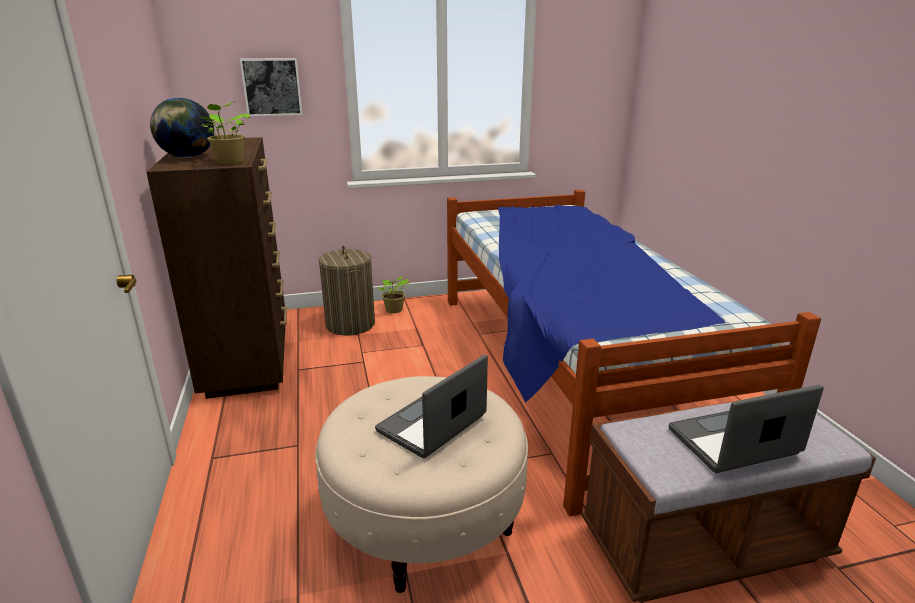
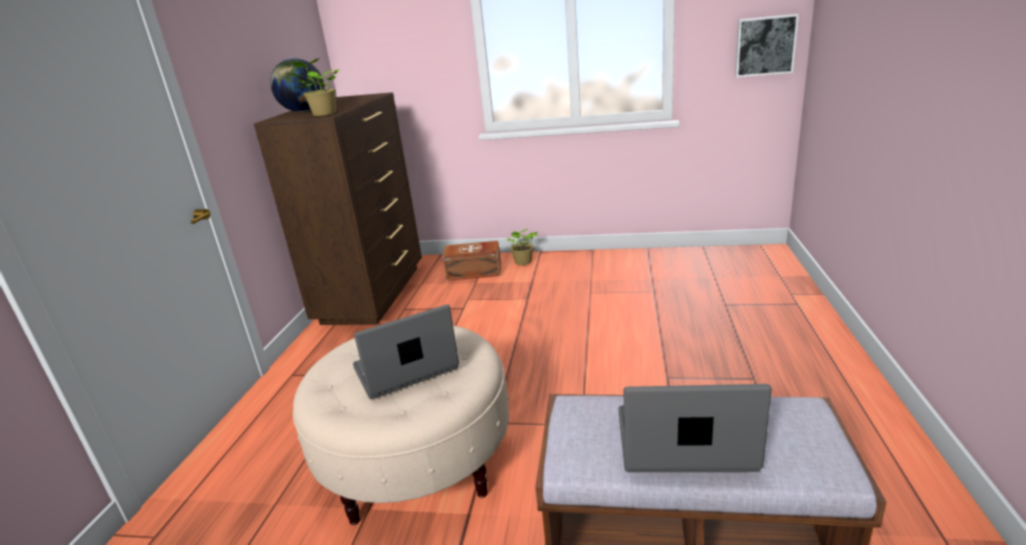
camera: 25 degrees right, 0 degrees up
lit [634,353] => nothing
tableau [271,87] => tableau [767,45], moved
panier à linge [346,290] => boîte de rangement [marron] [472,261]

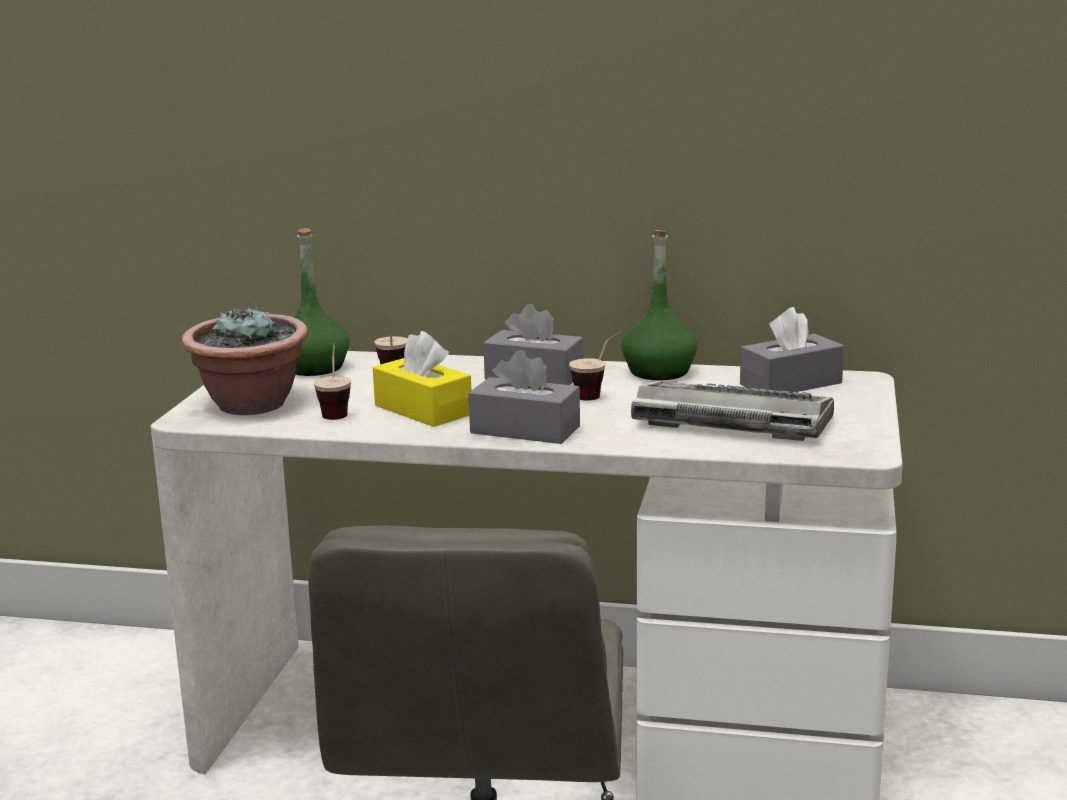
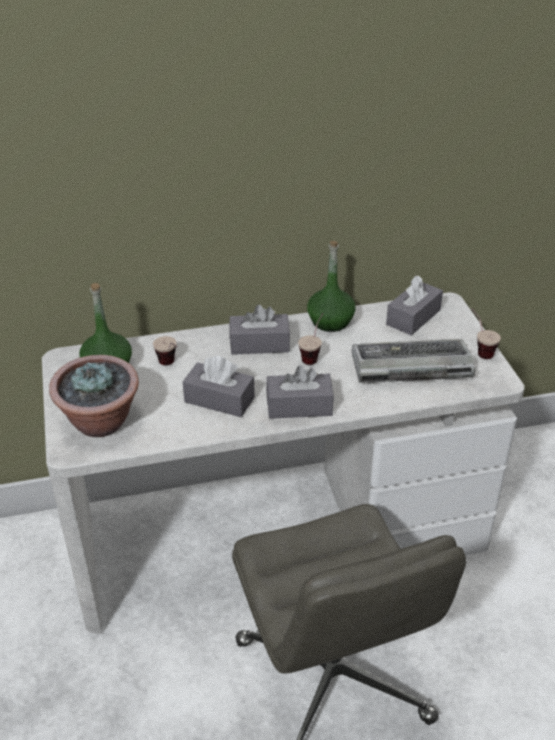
camera: 25 degrees left, 20 degrees up
tasse [332,381] => tasse [486,333], moved
boîte à mouchoirs [jaune] [422,379] => boîte à mouchoirs [gris] [219,386]

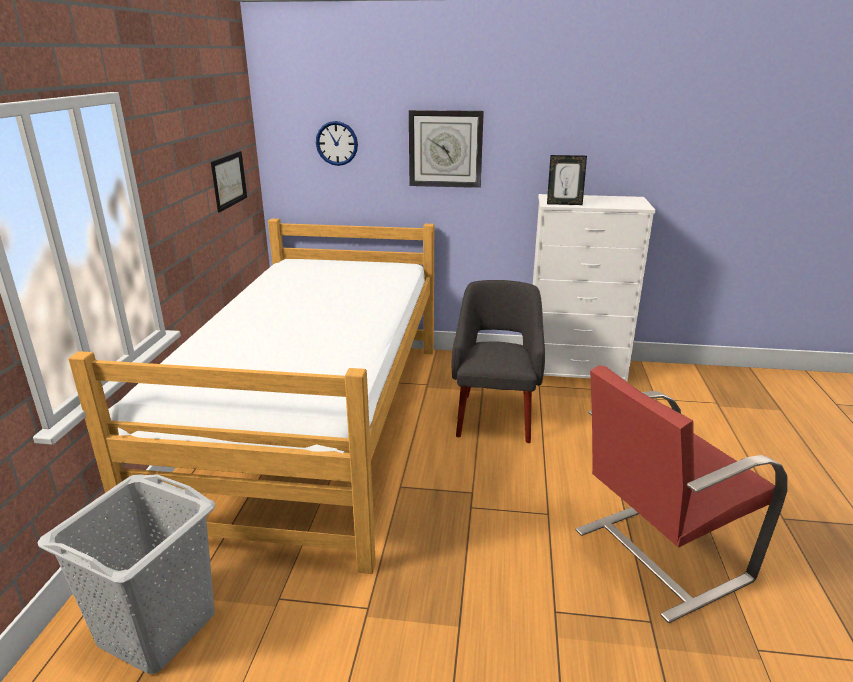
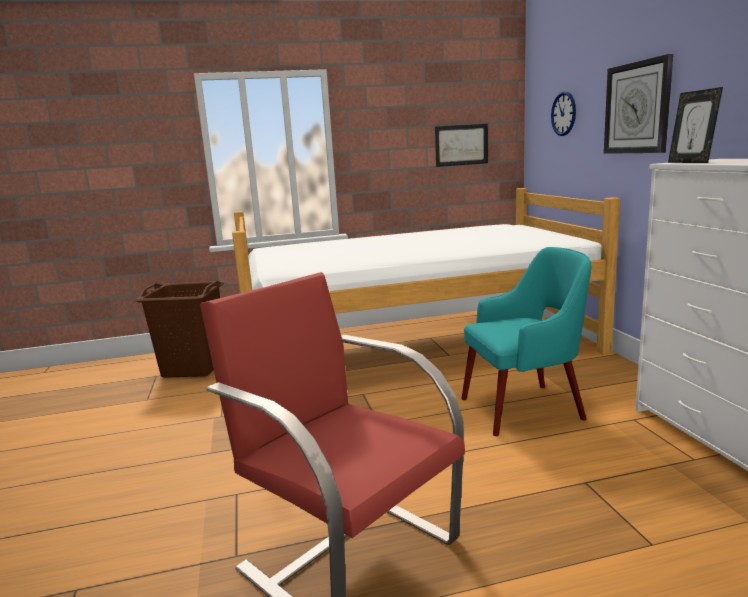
camera: 70 degrees right, 10 degrees down
panier à linge [gris] [126,574] => panier à linge [marron] [179,329]
fauteuil [gris] [498,361] => fauteuil [turquoise] [526,341]

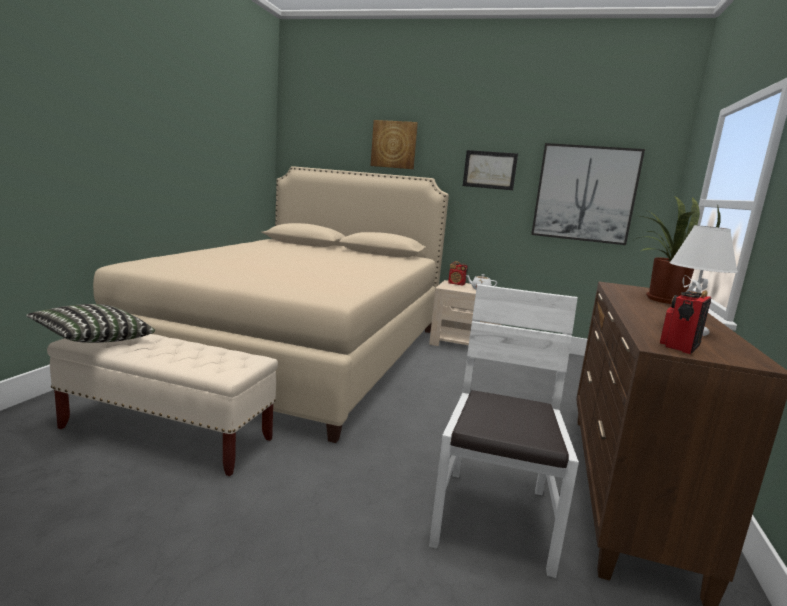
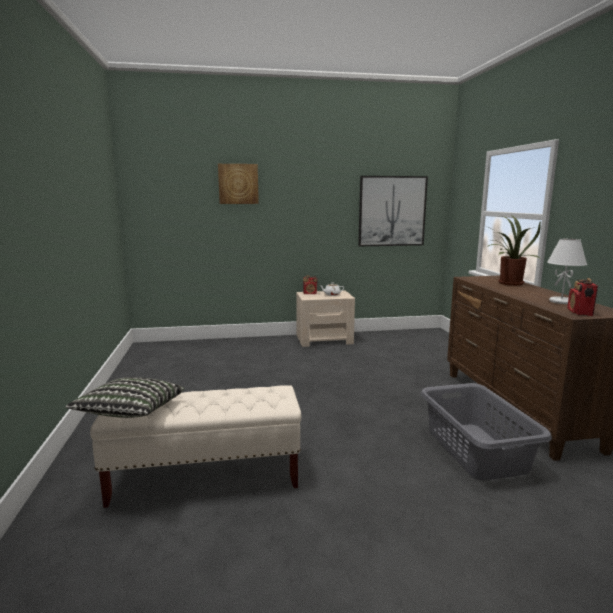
camera: 25 degrees left, 0 degrees up
lit [beige] [271,304] => nothing
tableau [490,170] => nothing
chaise [blanc] [504,431] => panier à linge [gris] [486,432]

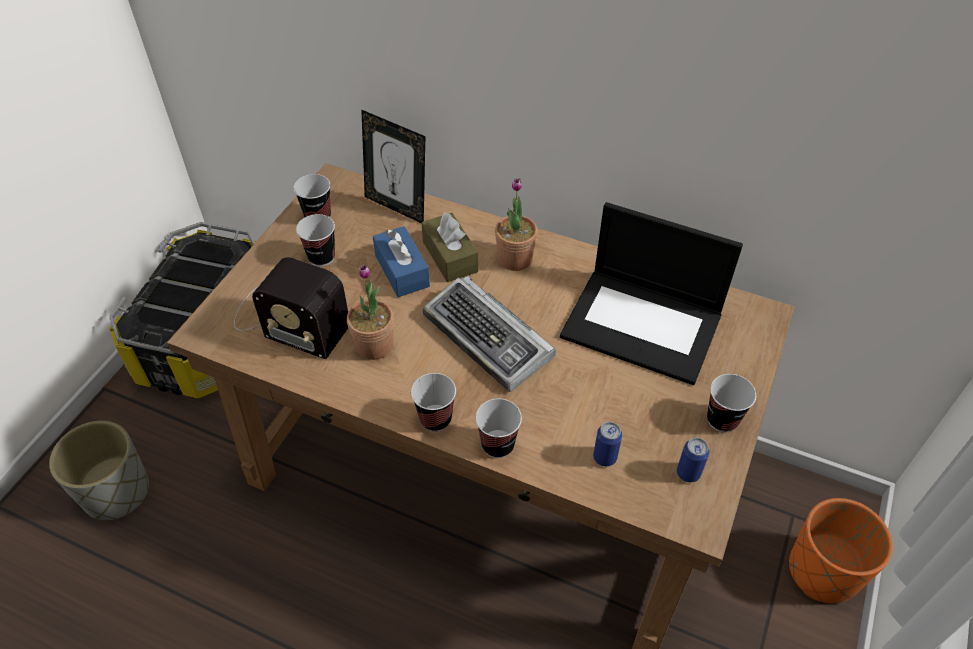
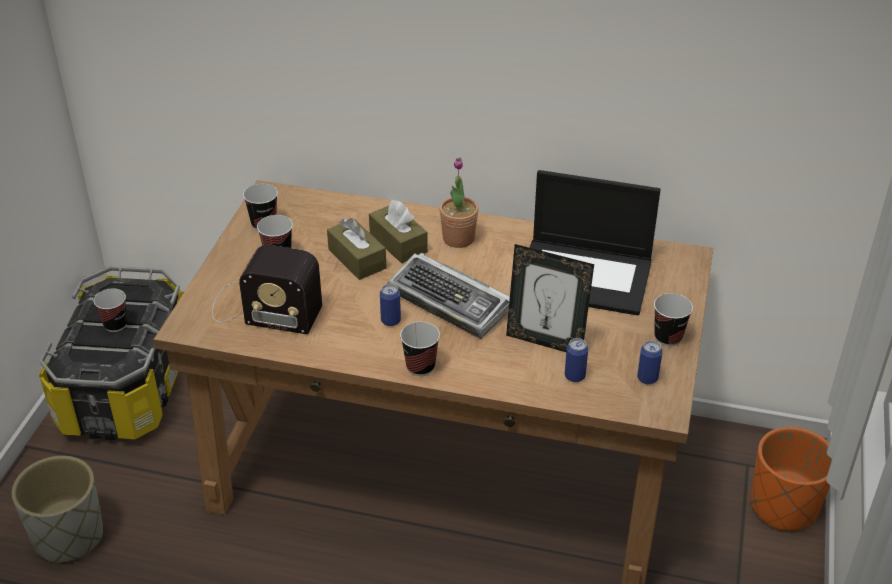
camera: 10 degrees left, 10 degrees down
plante en pot [370,312] => nothing
nothing => boîte métallique [390,305]
cadre photo [393,166] => cadre photo [550,298], moved
tasse [498,428] => tasse [110,310], moved
boîte à mouchoirs [bleu] [401,261] => boîte à mouchoirs [marron] [357,249]

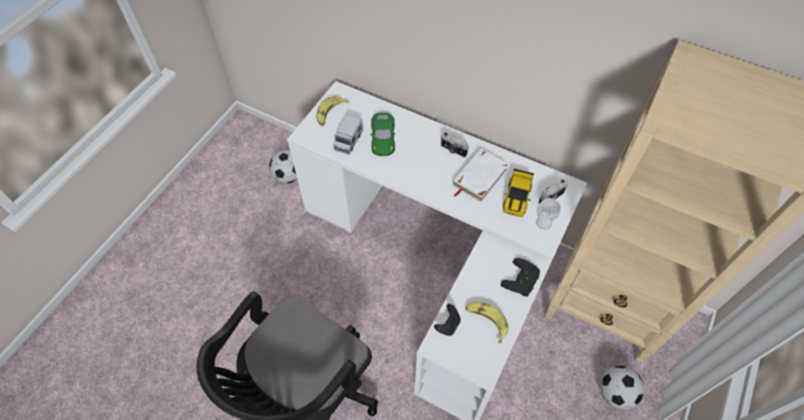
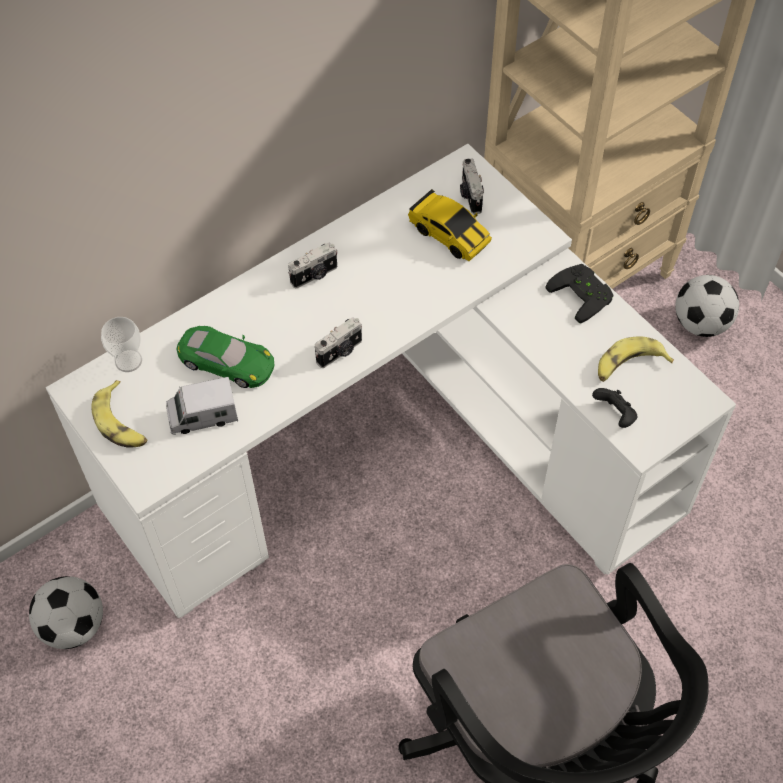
camera: 65 degrees left, 0 degrees up
livre [blanc] [480,176] => nothing
nothing => appareil photo [338,342]
tasse [548,213] => tasse [121,344], moved
camion jouet [348,134] => camion jouet [202,406], 120 degrees clockwise

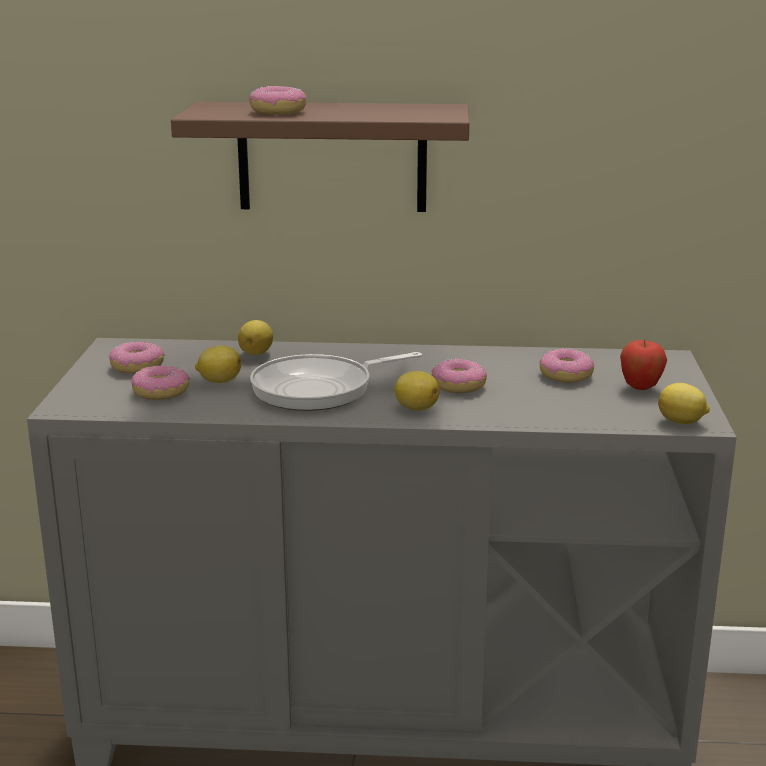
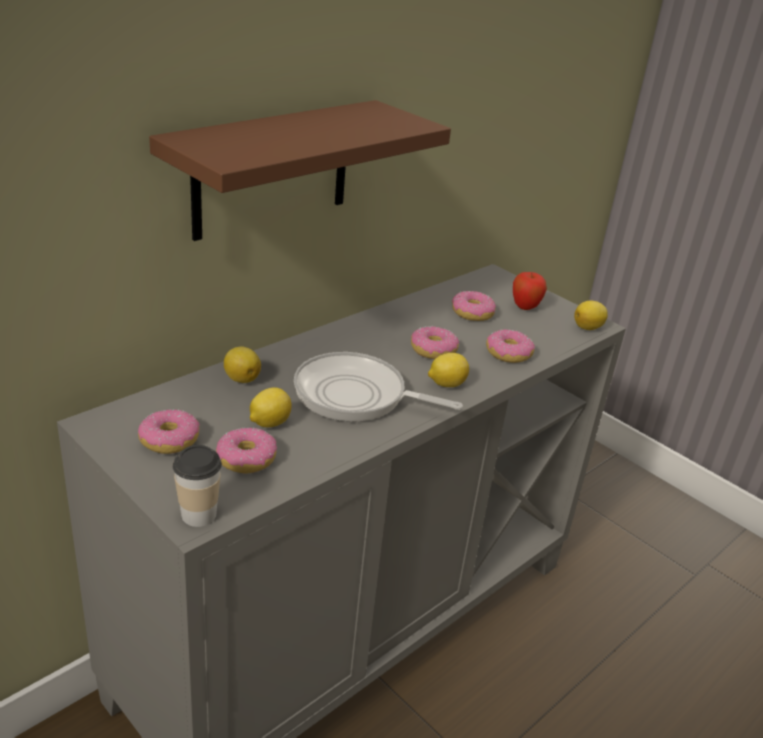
camera: 50 degrees left, 10 degrees up
nothing => tasse [197,486]
beignet [278,100] => beignet [510,346], moved
poêle [336,381] => poêle [378,387], 90 degrees clockwise

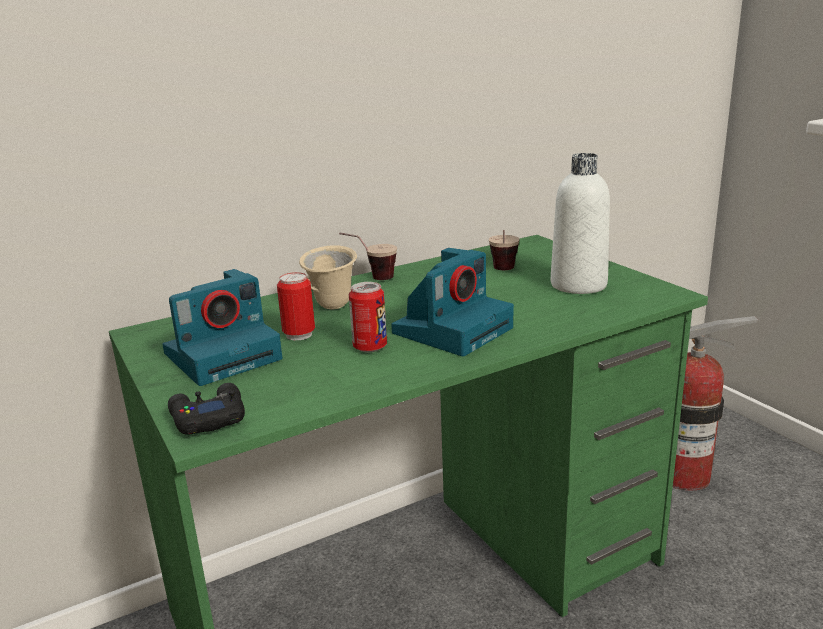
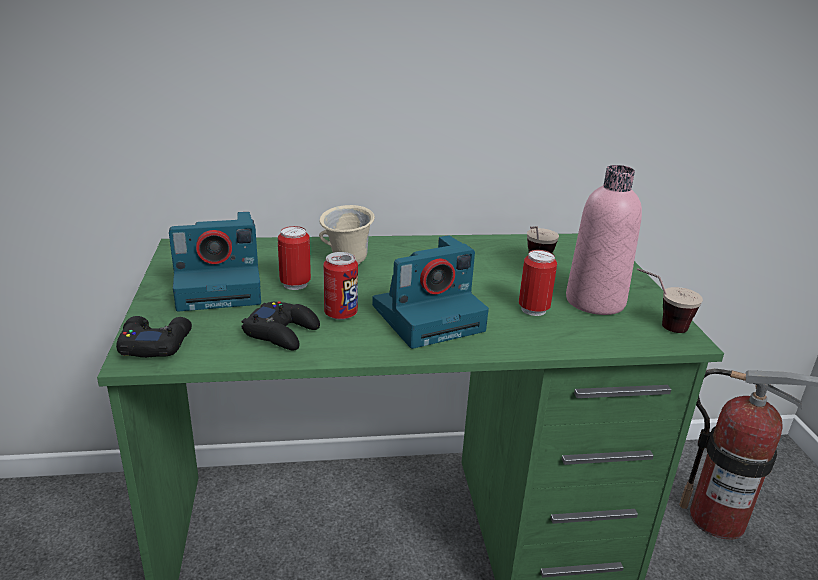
camera: 20 degrees right, 5 degrees up
nothing => manette [noir] [280,326]
nothing => boîte métallique [538,283]
tasse [368,256] => tasse [670,300], moved
bouteille [blanc] [580,223] => bouteille [rose] [604,240]

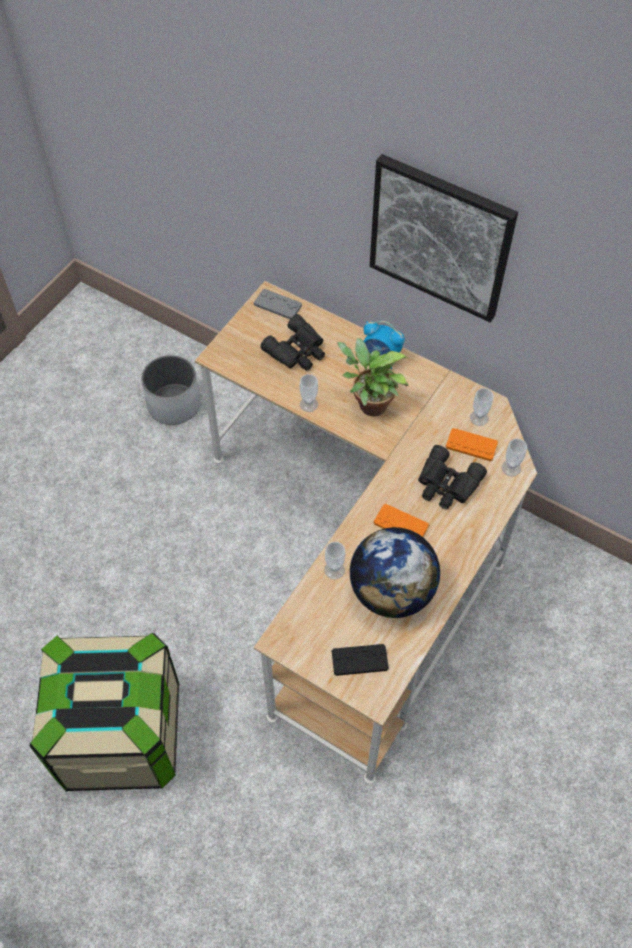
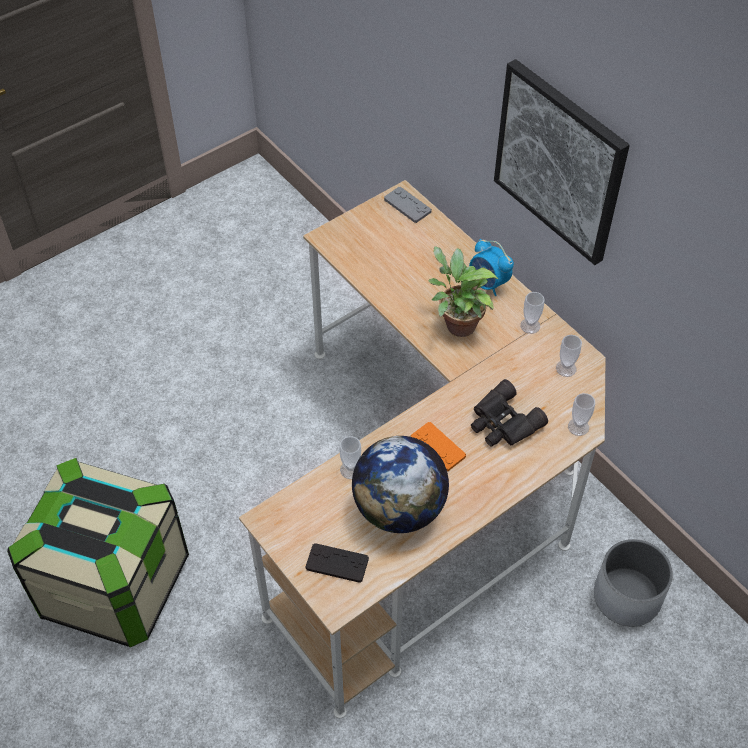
camera: 20 degrees right, 5 degrees down
jumelles [noir] [292,342] => nothing
manette [orange] [472,444] => nothing
cache-pot [blanc] [171,390] => cache-pot [blanc] [633,583], moved
tasse [309,393] => tasse [532,313], moved

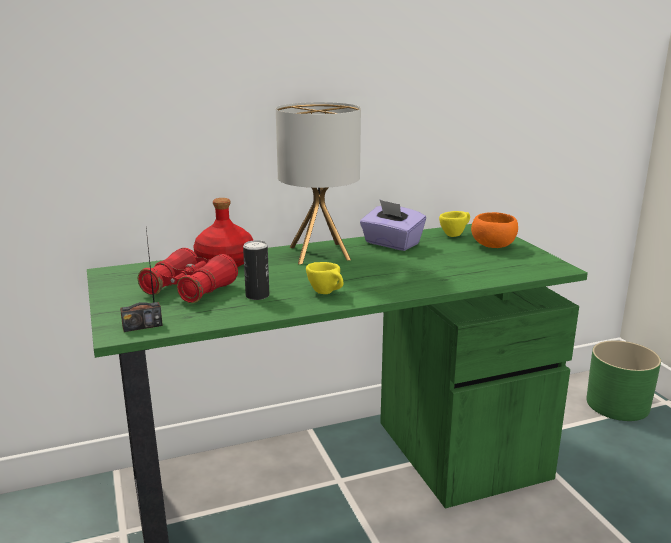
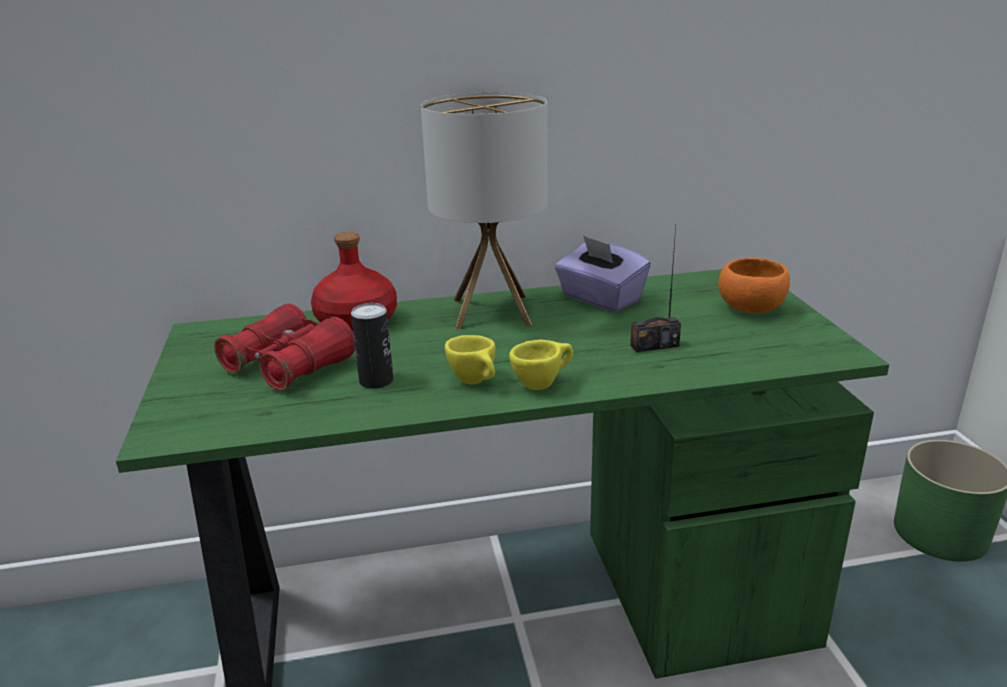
camera: 10 degrees right, 5 degrees up
radio [141,280] => radio [655,289], moved
tasse [jaune] [454,224] => tasse [jaune] [541,365], moved

